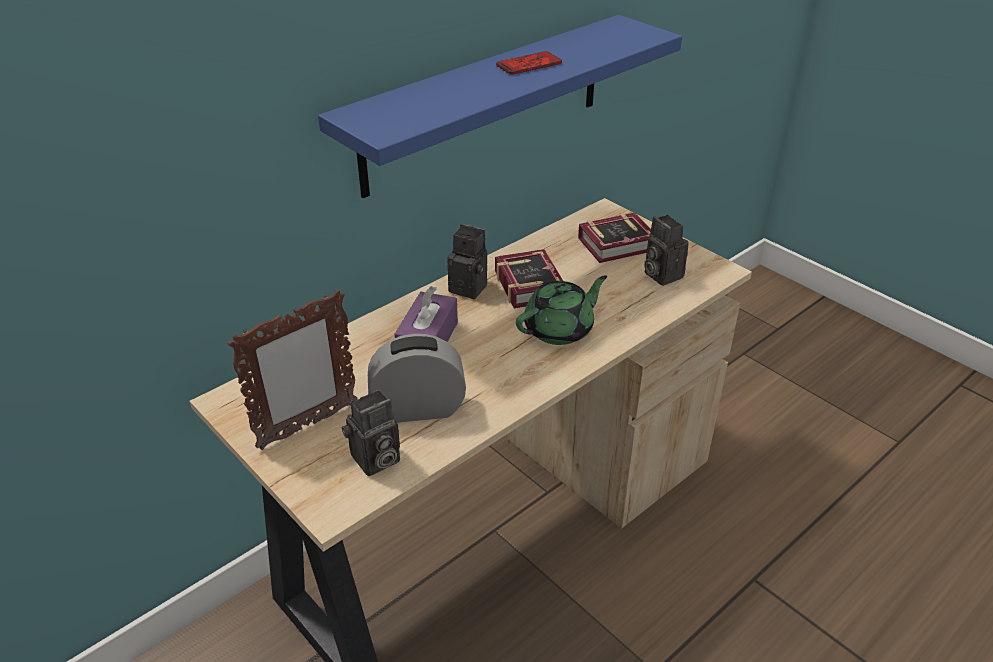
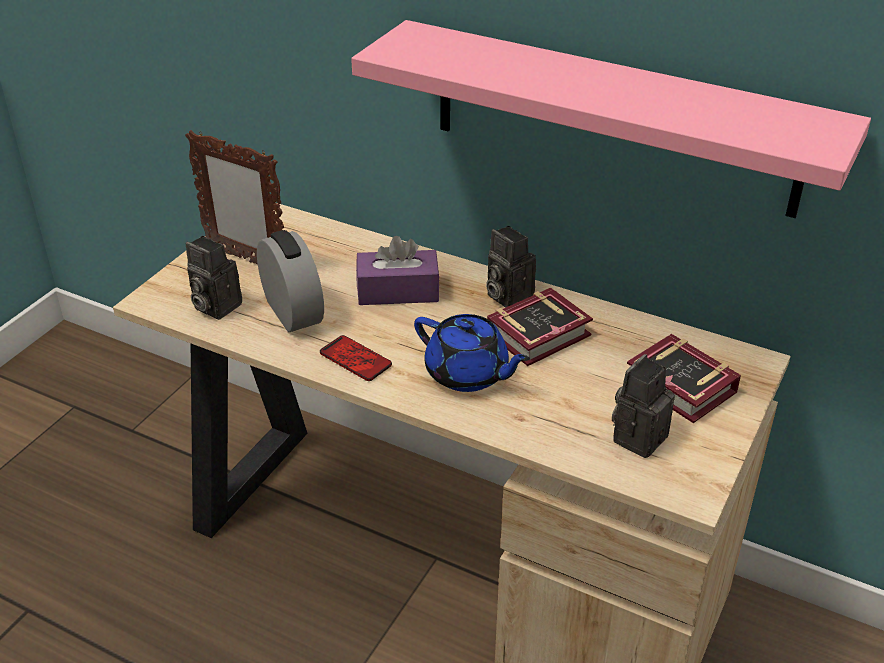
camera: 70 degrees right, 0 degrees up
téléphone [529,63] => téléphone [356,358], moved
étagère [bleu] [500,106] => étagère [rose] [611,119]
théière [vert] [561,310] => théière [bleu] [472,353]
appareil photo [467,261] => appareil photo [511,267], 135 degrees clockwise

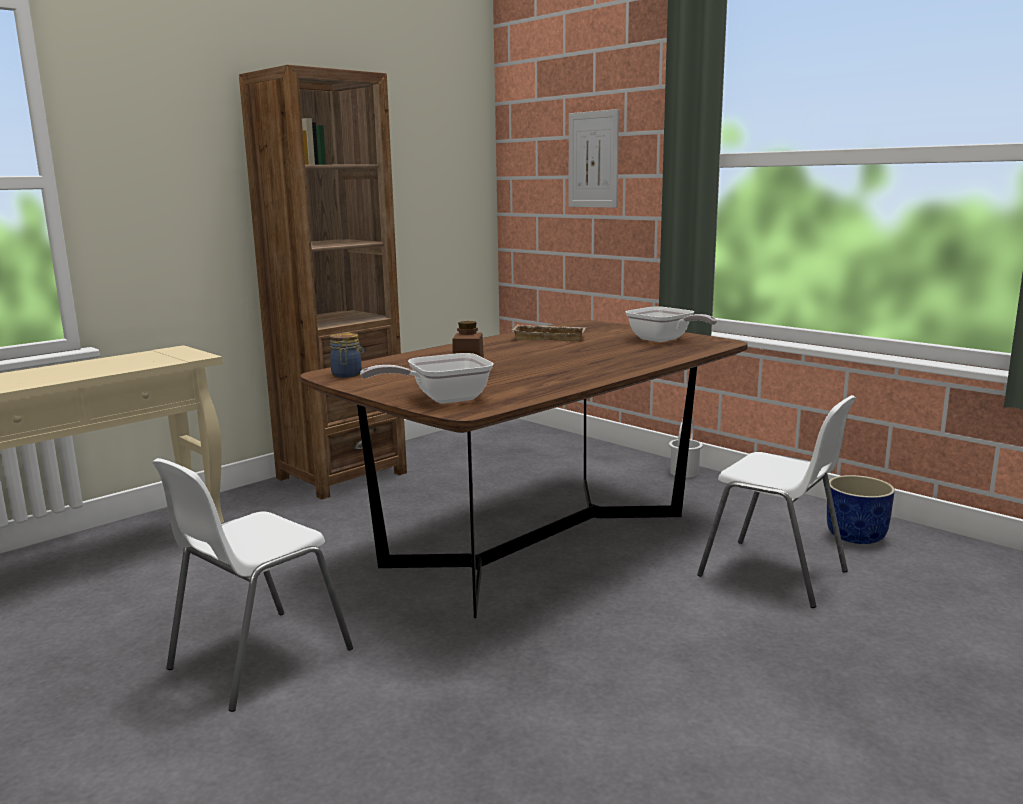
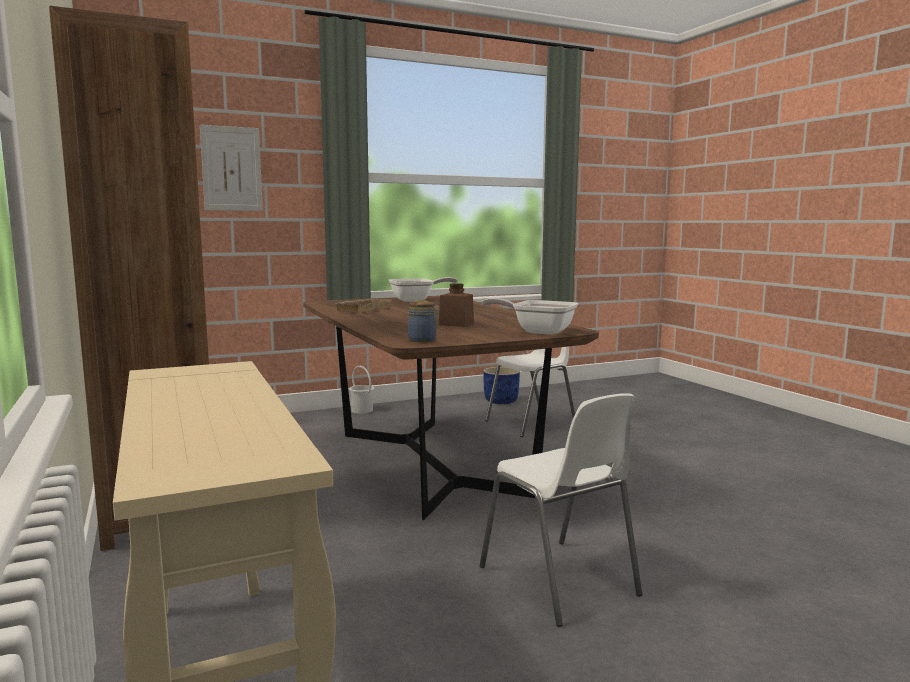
camera: 70 degrees left, 5 degrees down
poêle [426,378] => poêle [530,316], 120 degrees clockwise

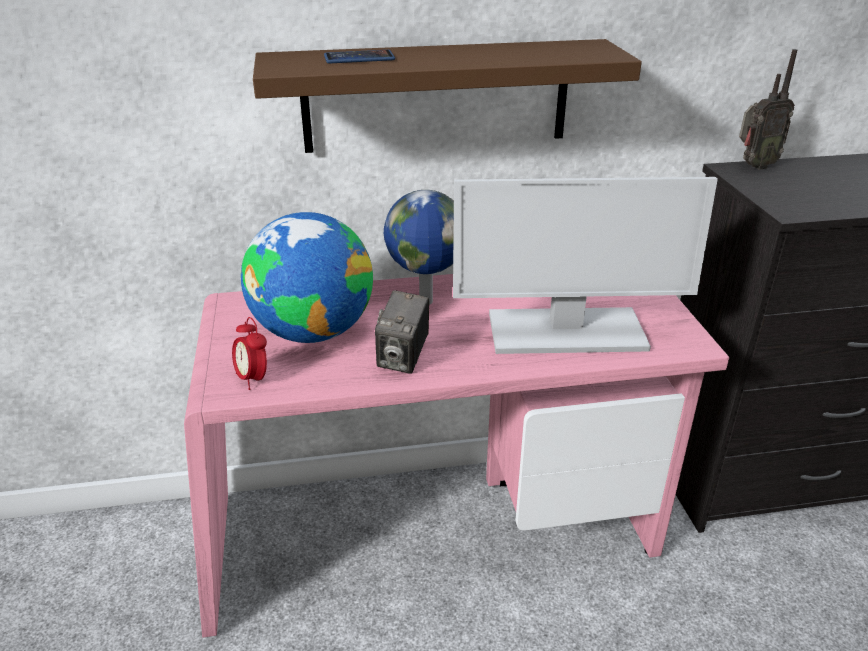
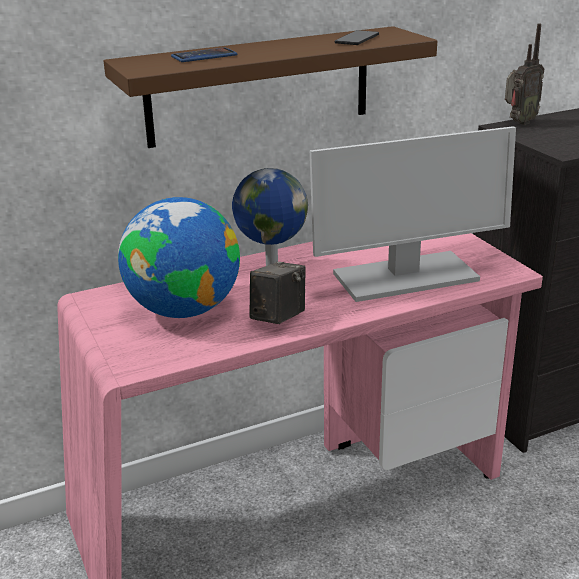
camera: 15 degrees left, 5 degrees down
réveil [249,353] => nothing
nothing => téléphone [357,37]
appareil photo [402,332] => appareil photo [278,293], 150 degrees counterclockwise

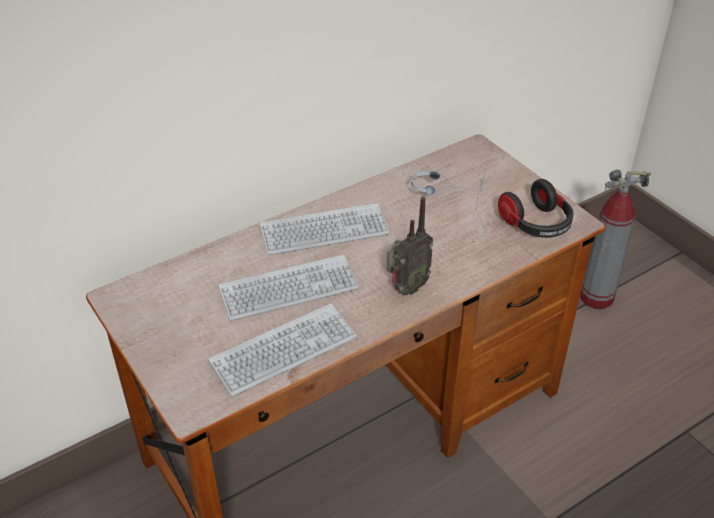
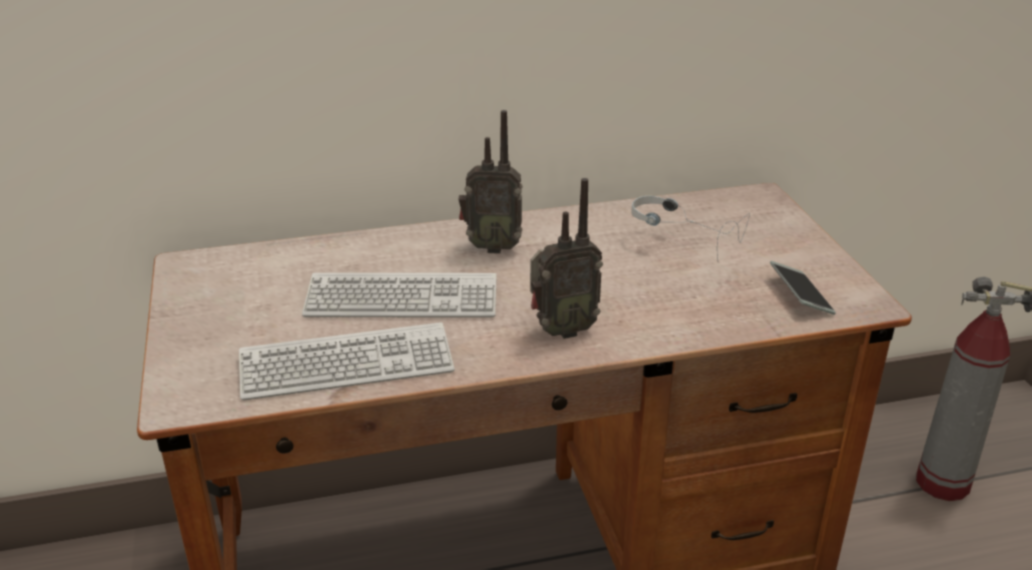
camera: 20 degrees right, 10 degrees down
clavier [324,229] => radio [490,182]
casque audio [535,208] => téléphone [803,288]

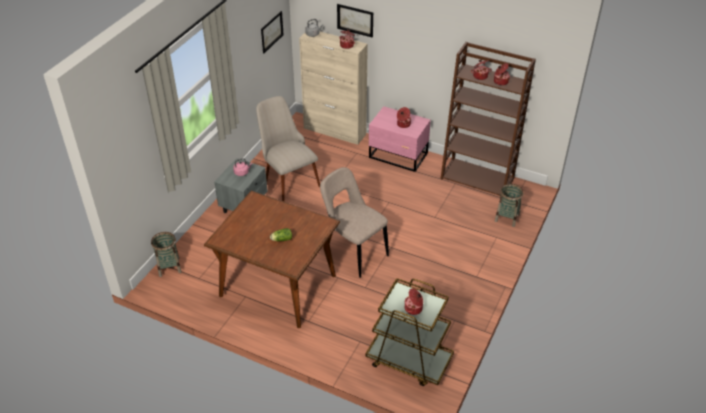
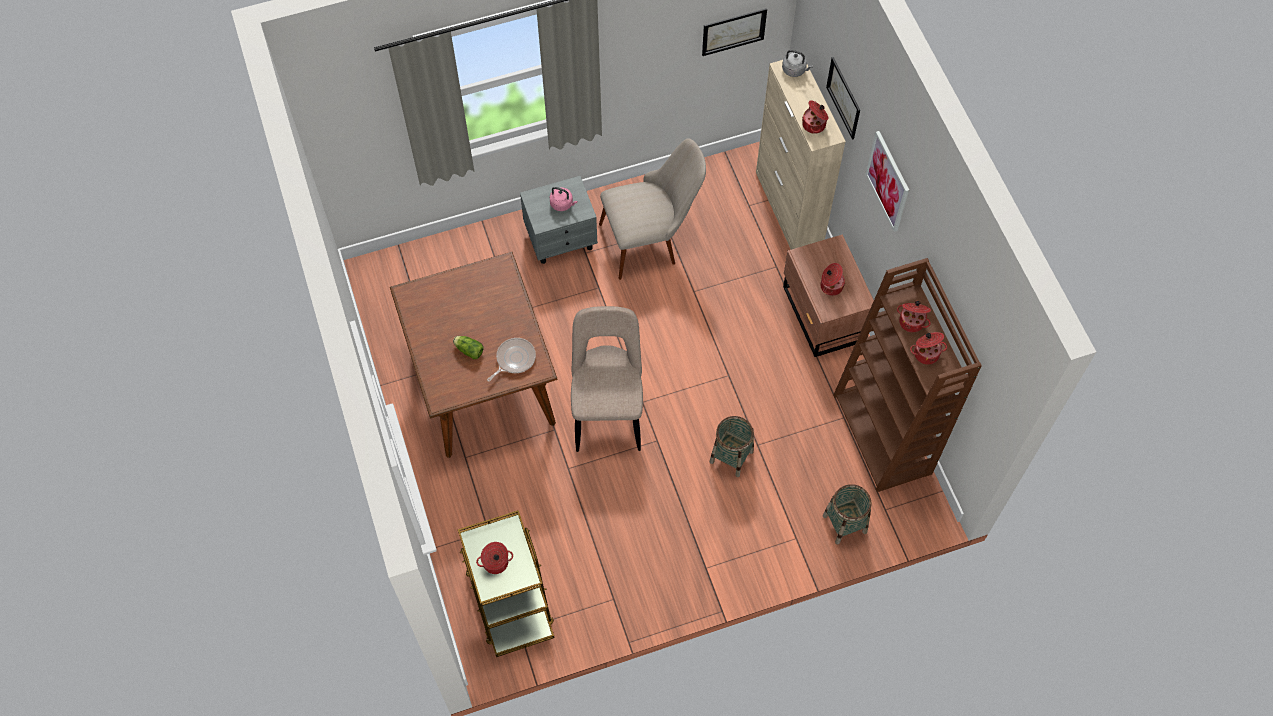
camera: 45 degrees right, 20 degrees up
nothing => poêle [511,360]
nothing => tableau [887,181]
panier [166,254] => panier [732,446], moved
table de chevet [rose] [400,139] => table de chevet [marron] [828,295]
chaise [beige] [288,148] => chaise [beige] [652,209], 60 degrees clockwise

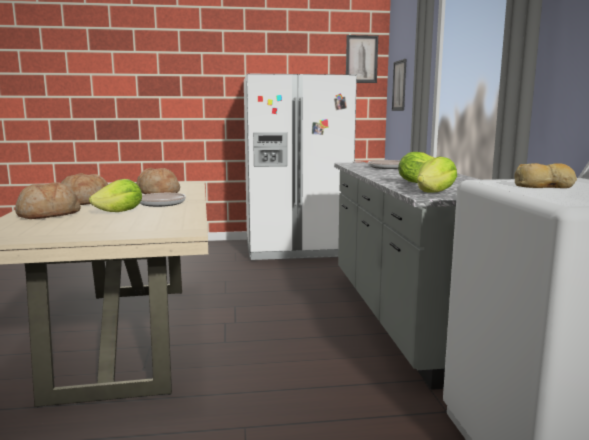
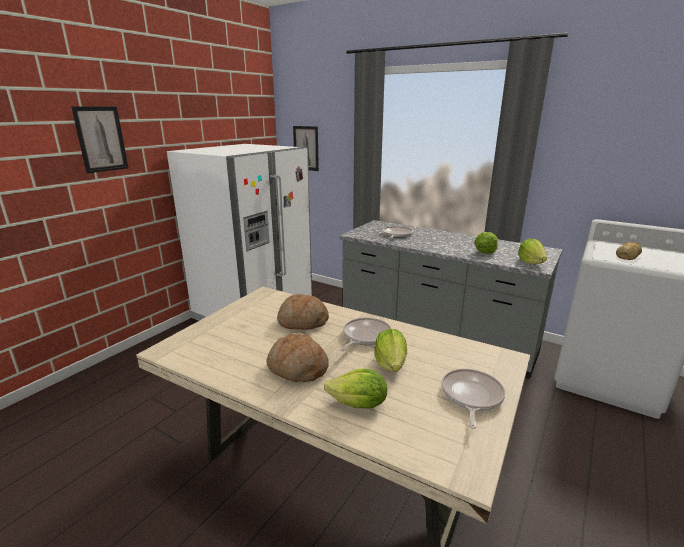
camera: 50 degrees left, 10 degrees up
nothing => poêle [473,399]
tableau [362,59] => tableau [99,139], moved
pain [48,200] => laitue [355,388]

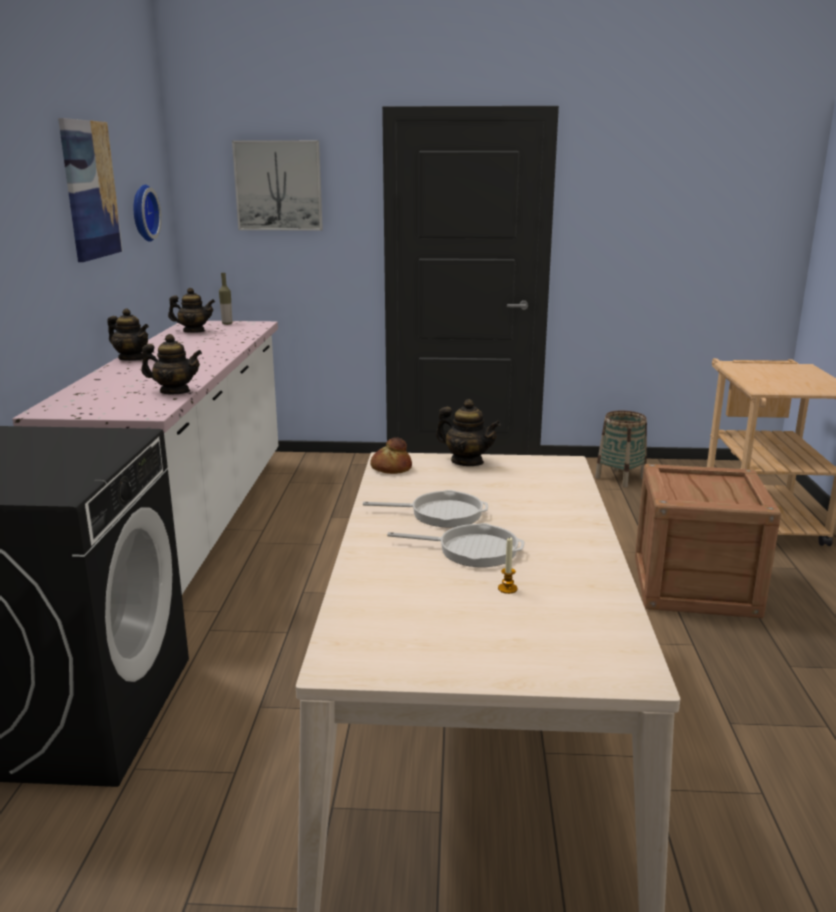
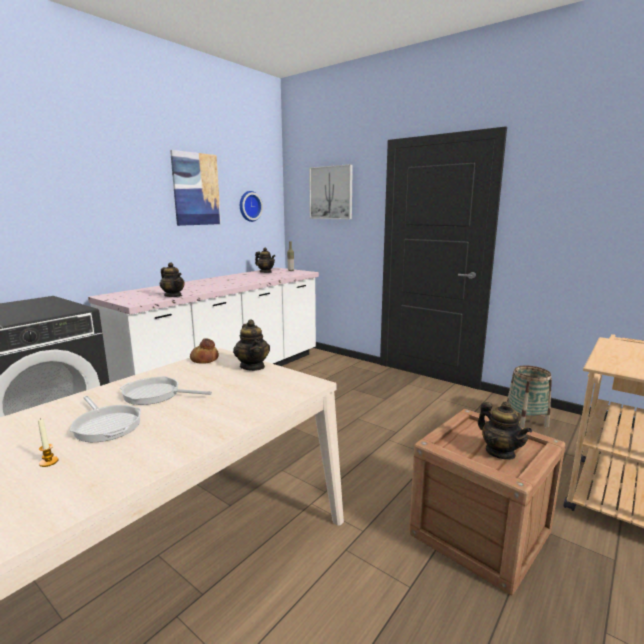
camera: 35 degrees right, 5 degrees down
théière [128,335] => théière [505,430], moved
poêle [425,508] => poêle [166,390], 150 degrees clockwise

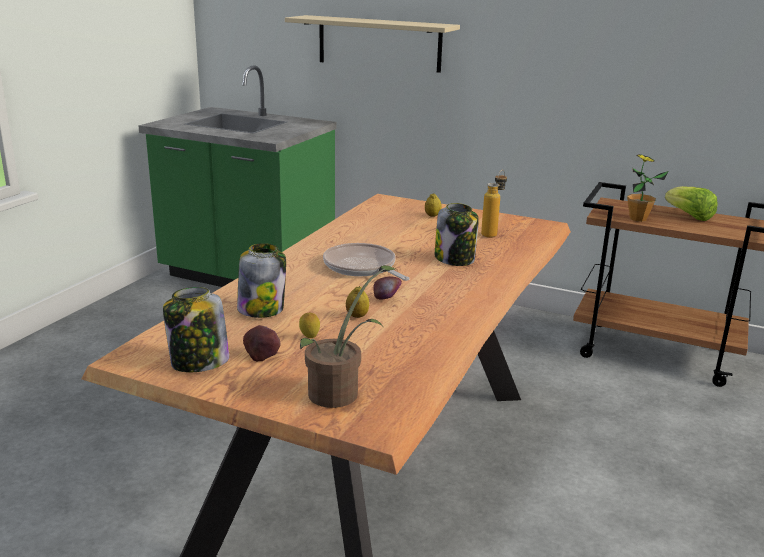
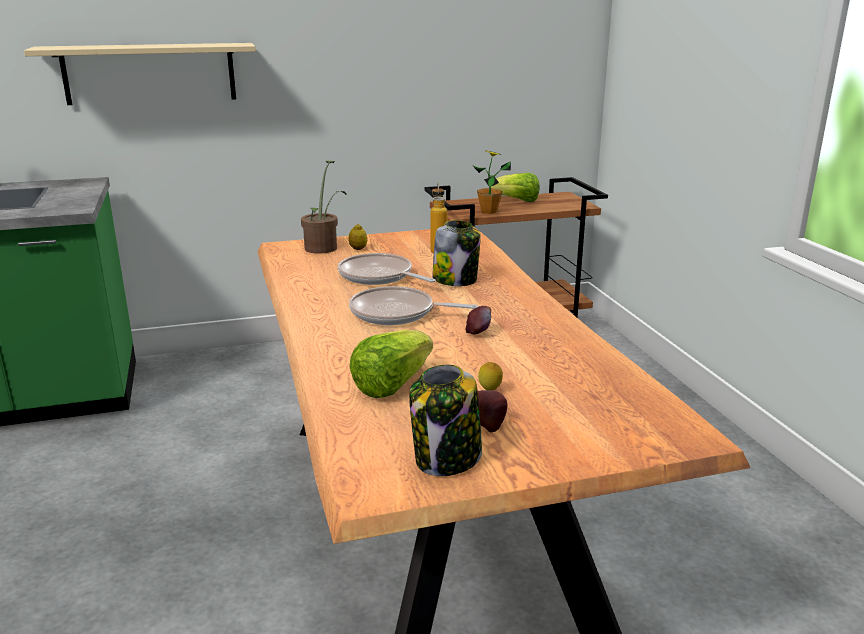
camera: 40 degrees left, 0 degrees up
citron [357,302] => nothing
nothing => poêle [387,269]
plante en pot [349,336] => plante en pot [323,207], moved
bocal [261,280] => laitue [391,364]

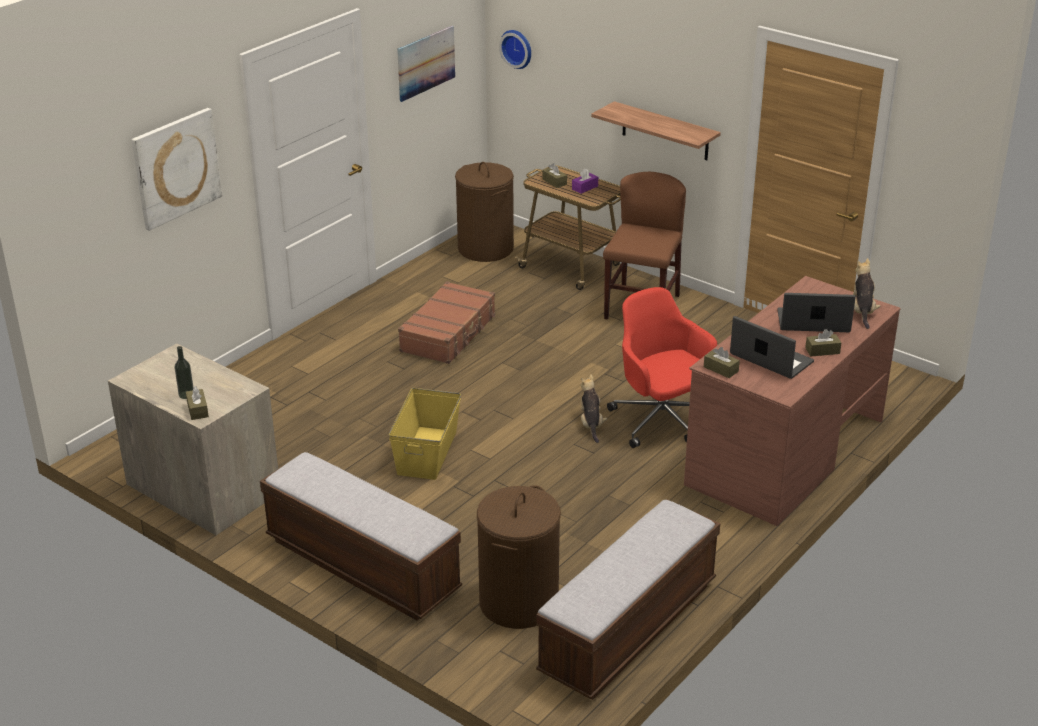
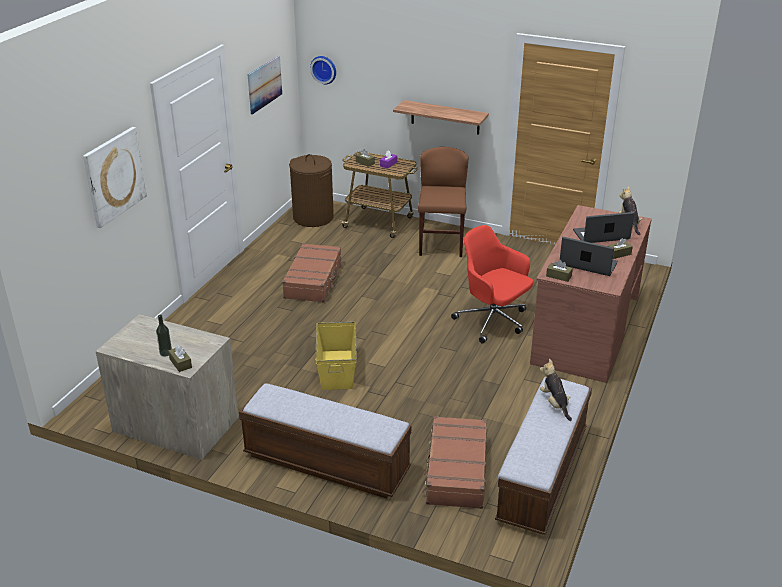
camera: 15 degrees left, 0 degrees up
peluche [594,408] => peluche [556,390], moved
panier à linge [marron] [519,557] => valise [marron] [454,462]

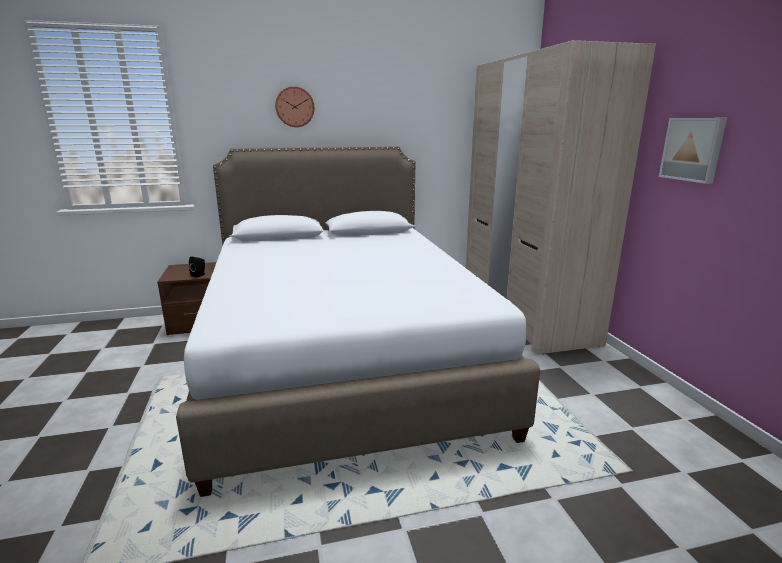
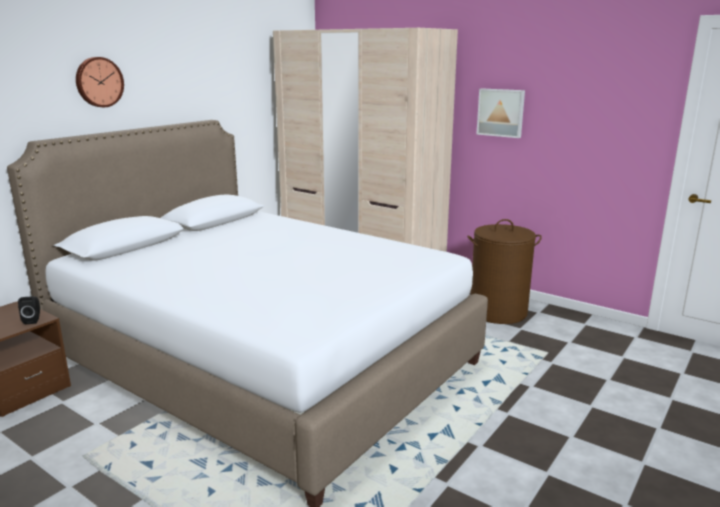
camera: 40 degrees left, 0 degrees up
nothing => panier à linge [marron] [504,271]

